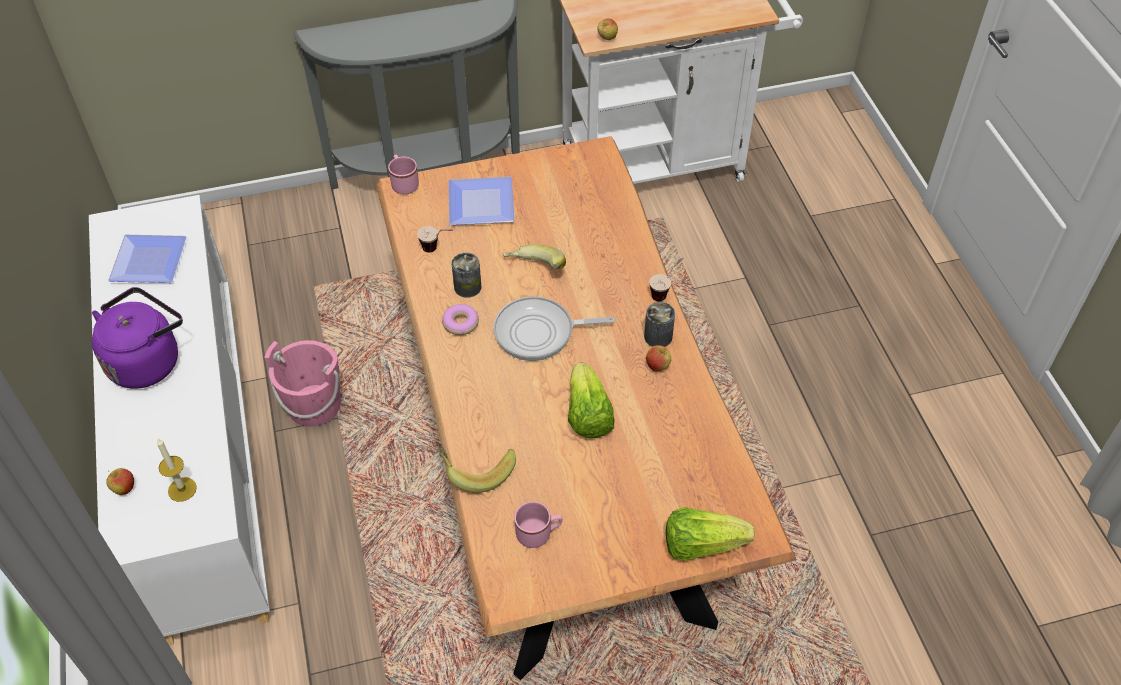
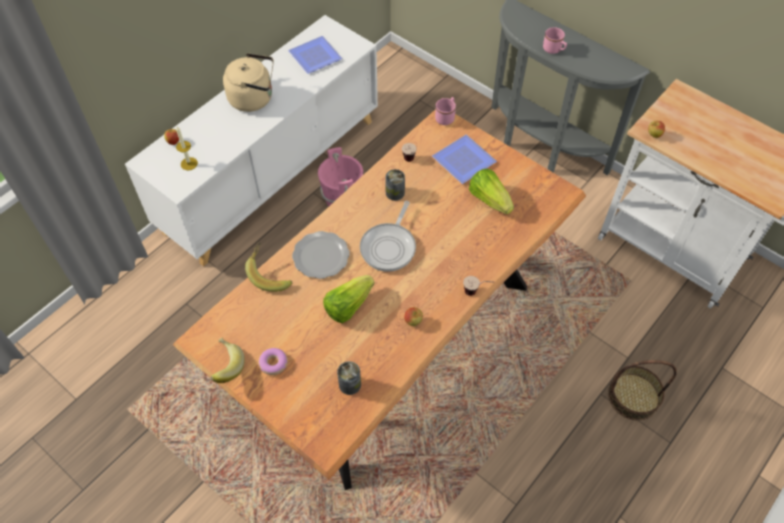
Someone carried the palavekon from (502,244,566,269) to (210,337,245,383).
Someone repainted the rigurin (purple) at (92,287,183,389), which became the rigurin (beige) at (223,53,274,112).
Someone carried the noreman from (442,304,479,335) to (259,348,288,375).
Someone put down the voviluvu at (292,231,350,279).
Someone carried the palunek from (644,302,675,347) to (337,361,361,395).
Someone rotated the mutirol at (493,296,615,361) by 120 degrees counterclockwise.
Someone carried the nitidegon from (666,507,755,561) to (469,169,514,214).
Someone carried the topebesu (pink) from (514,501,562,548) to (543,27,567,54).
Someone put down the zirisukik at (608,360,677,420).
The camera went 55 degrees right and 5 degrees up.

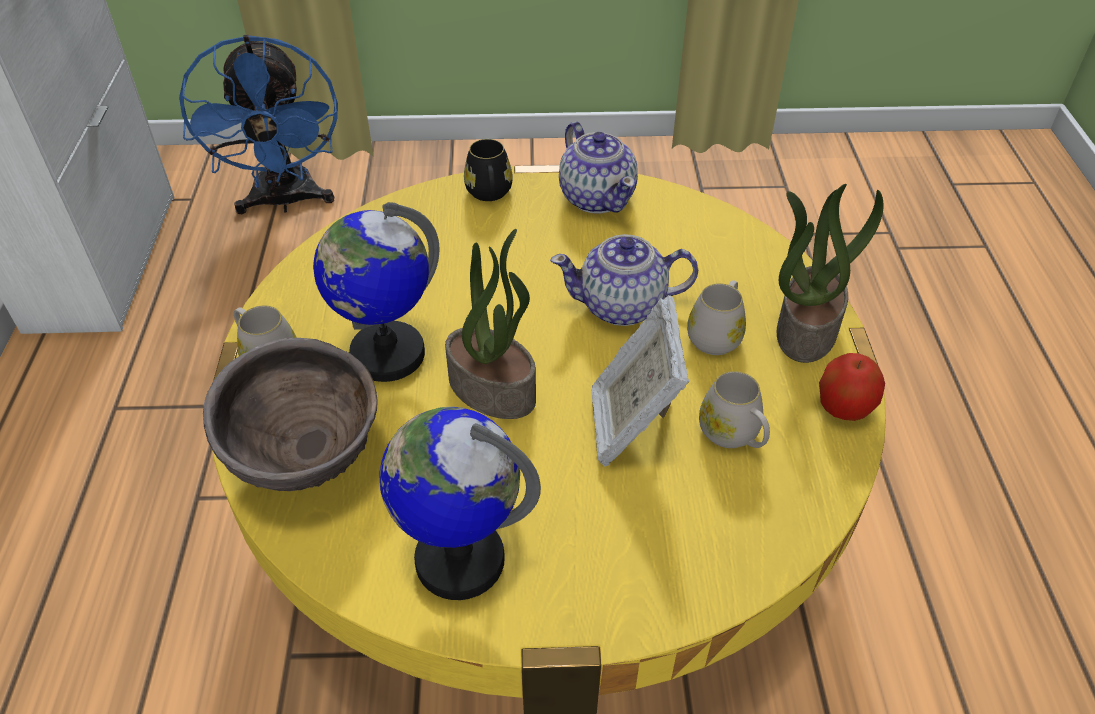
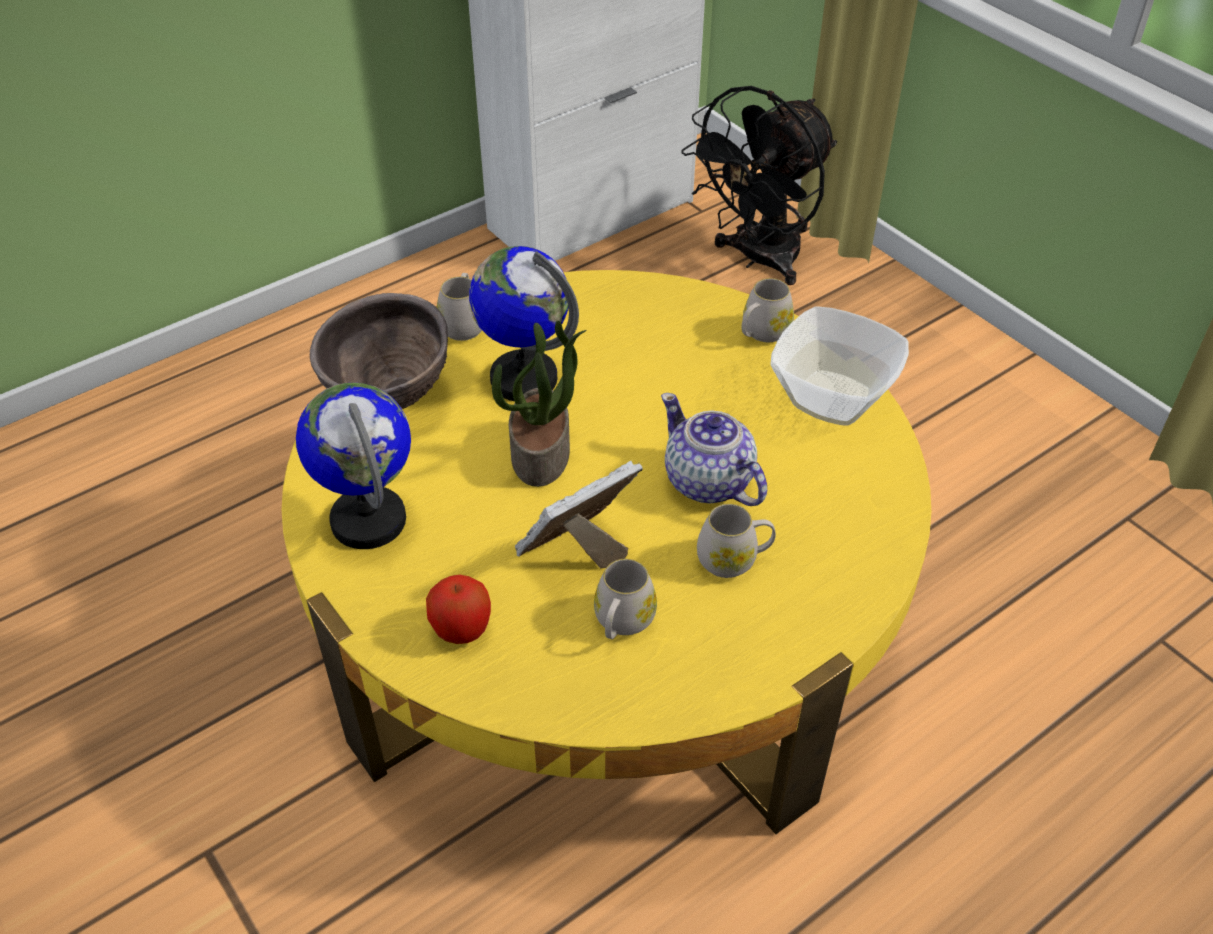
Someone carried the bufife from (819,353,885,421) to (426,574,491,644).
Someone repainted the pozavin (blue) at (179,34,338,214), which became the pozavin (black) at (681,86,837,285).
Someone repainted the topebesu (black) at (464,139,513,201), which became the topebesu (white) at (742,278,794,342).
Someone swapped the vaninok at (559,122,638,214) for the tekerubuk at (770,306,909,426).
Someone took away the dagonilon at (777,184,884,363).
The camera went 55 degrees right and 0 degrees up.

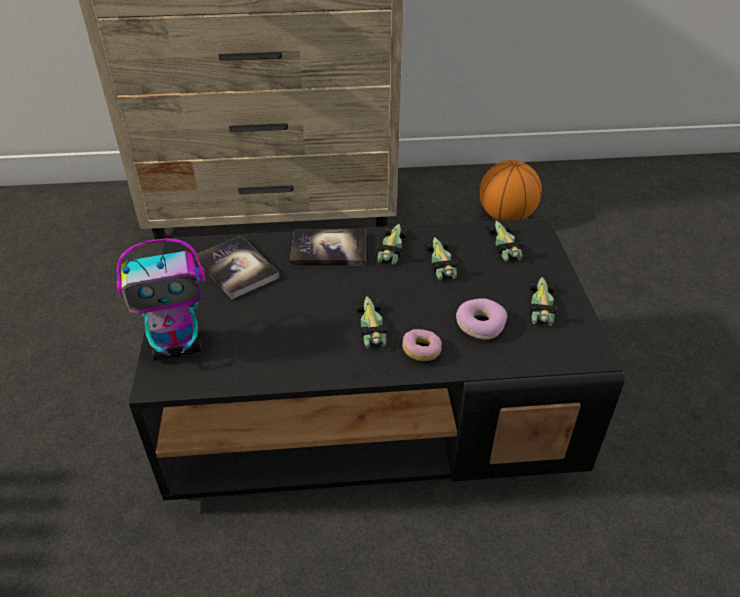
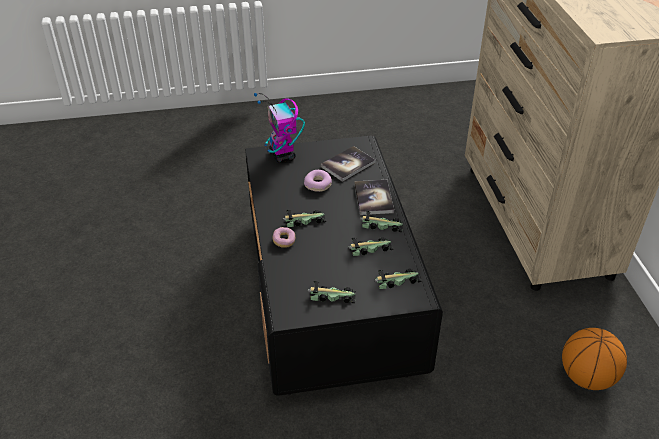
Someone carried the noreman from (456,298,507,340) to (304,170,332,192).
The camera went 85 degrees right and 0 degrees up.

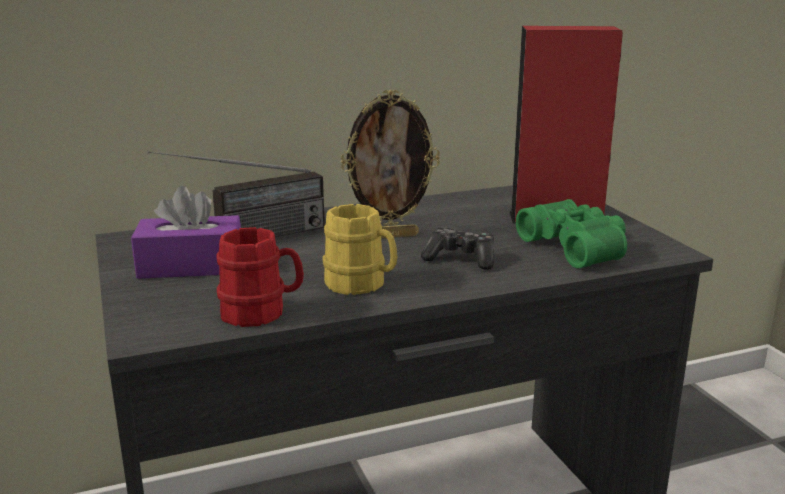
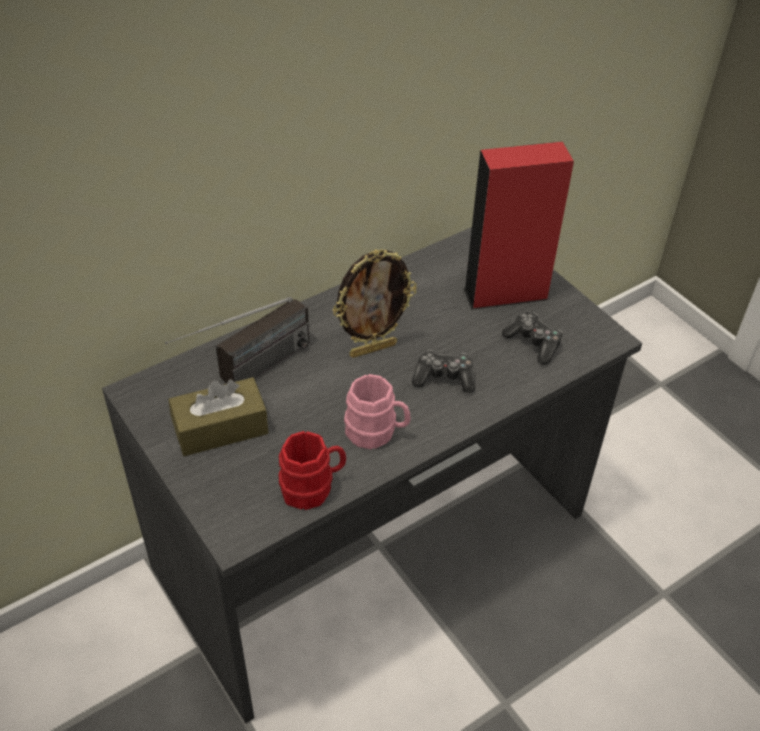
Someone repainted the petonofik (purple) at (131,186,241,279), which became the petonofik (brown) at (168,377,268,456).
Someone repainted the topebesu (yellow) at (322,204,397,295), which became the topebesu (pink) at (344,374,411,449).
Someone swapped the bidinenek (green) at (516,199,627,268) for the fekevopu at (502,312,563,365).
The camera went 15 degrees left and 25 degrees up.

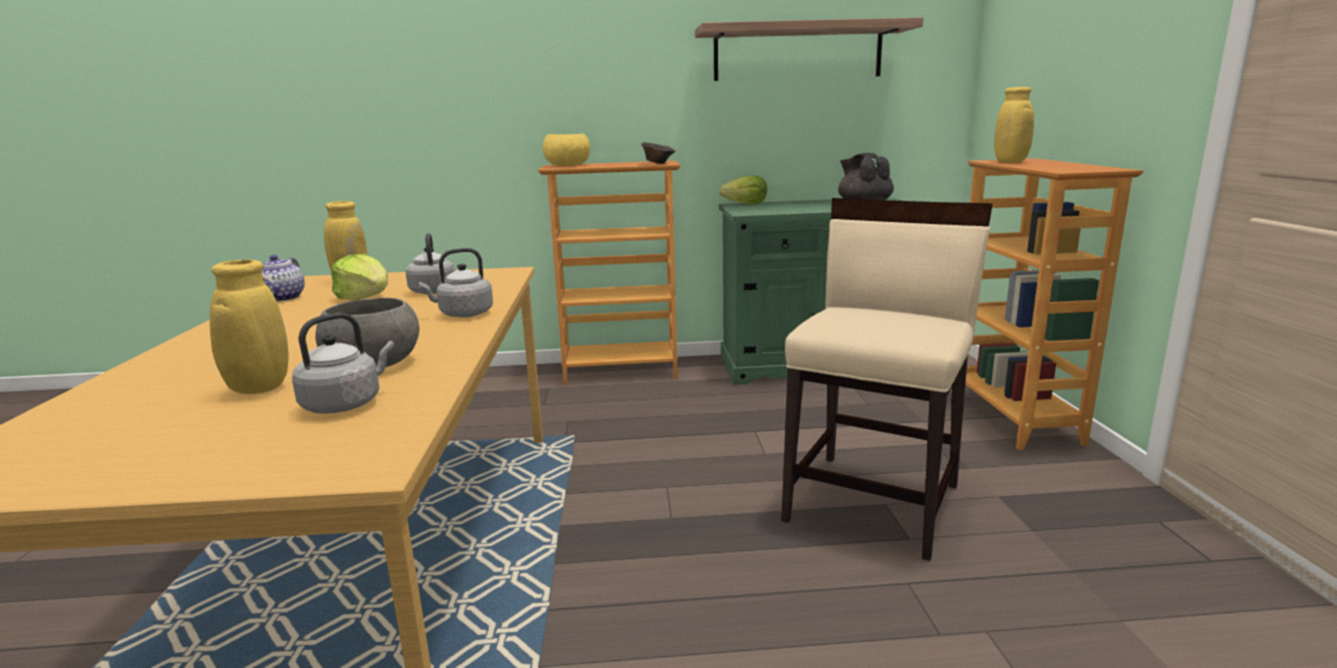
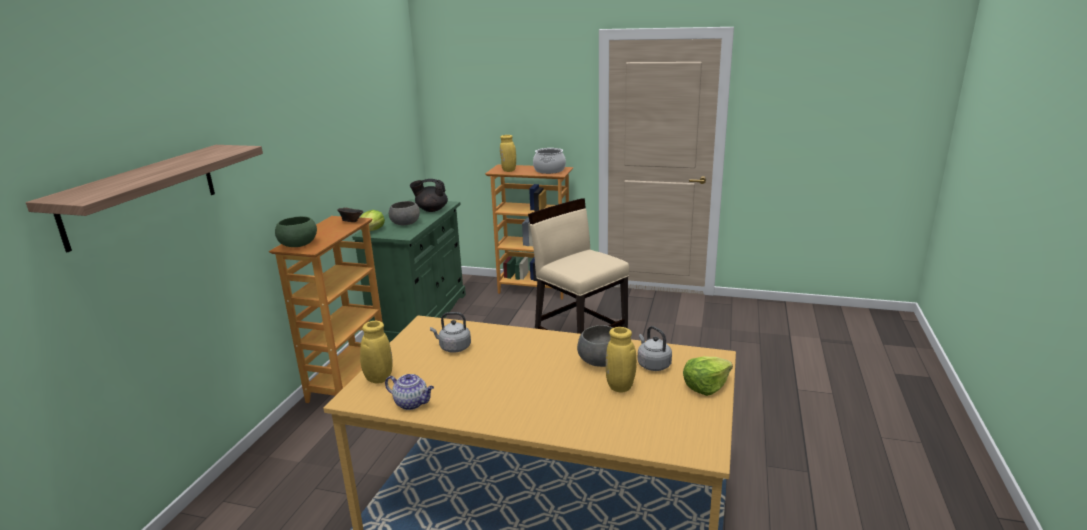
Someone carried the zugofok from (695,17,924,81) to (26,145,263,252).
Someone repainted the tekerubuk (yellow) at (543,134,590,166), which became the tekerubuk (green) at (275,216,317,247).
Someone put down the tekerubuk (grey) at (389,201,420,225).
Someone put down the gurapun at (533,148,566,174).
Someone carried the nitidegon from (331,254,388,301) to (683,356,733,396).
Someone took away the rigurin (grey) at (418,248,493,317).
The camera went 70 degrees left and 5 degrees up.

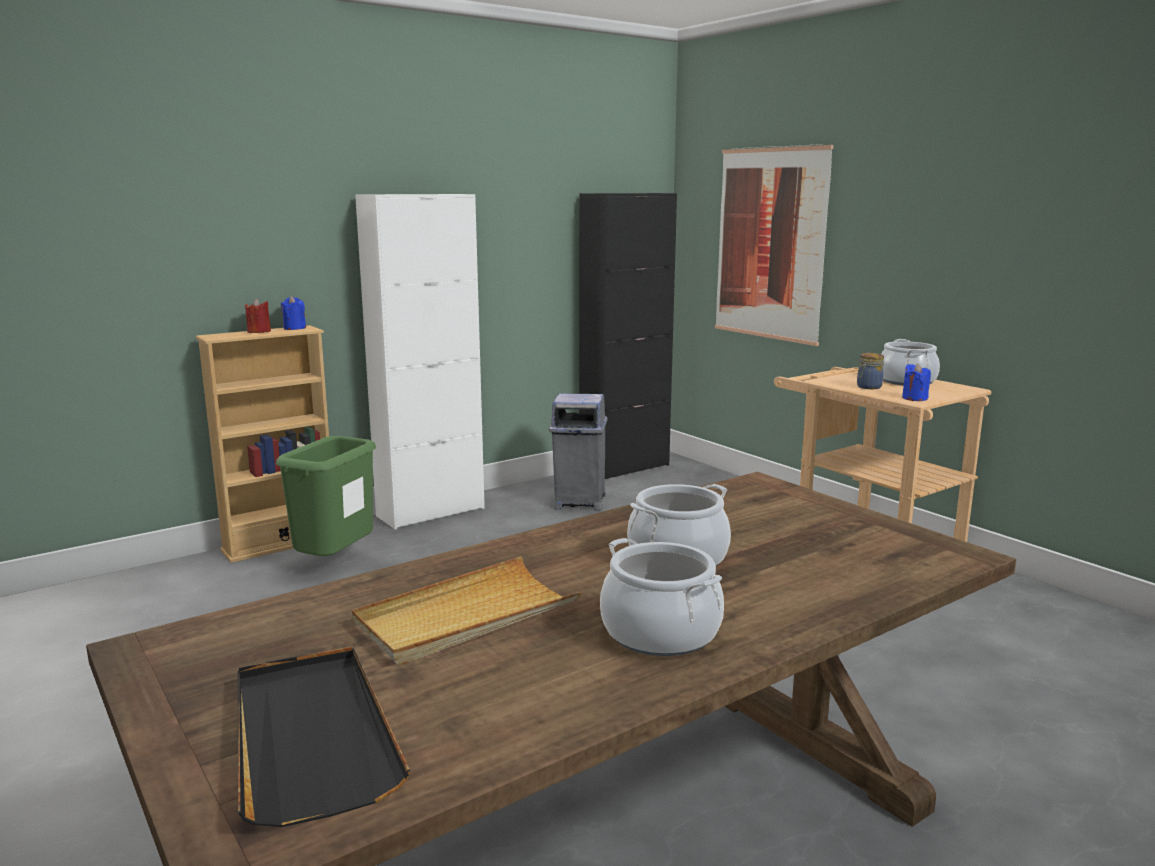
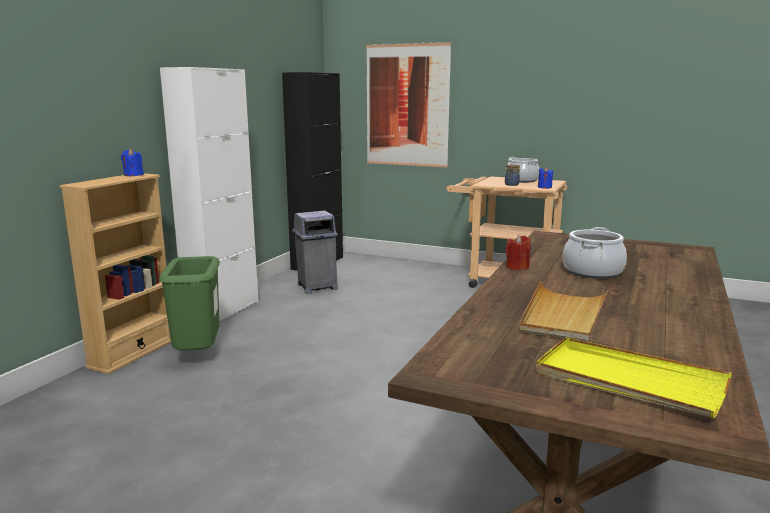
Someone carried the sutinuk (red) from (245,299,271,333) to (506,235,530,270).
Someone repainted the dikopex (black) at (238,646,410,827), which became the dikopex (yellow) at (536,337,732,418).
Someone took away the gurapun at (600,538,724,656).
The camera went 30 degrees left and 0 degrees up.

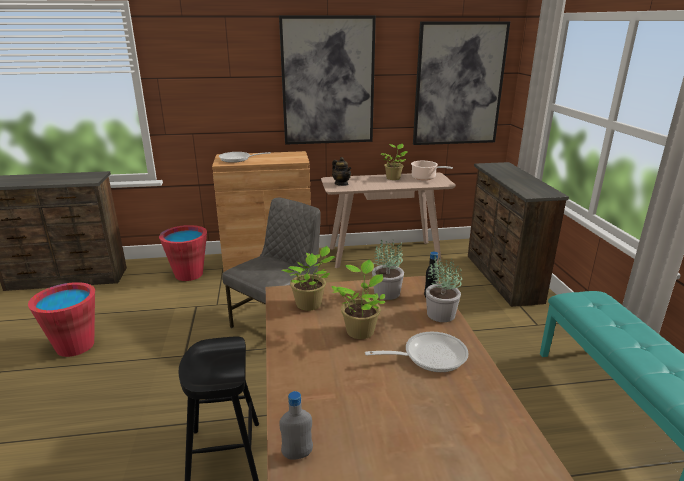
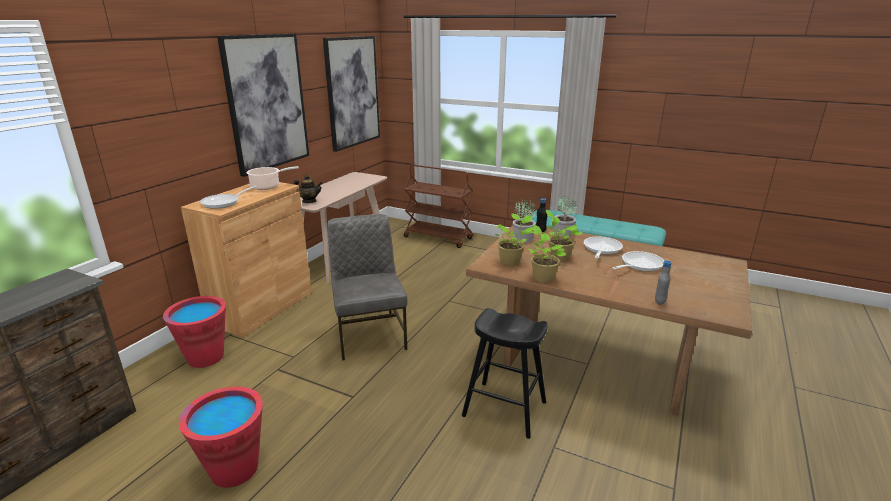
Someone carried the gurapun from (411,161,453,180) to (246,166,299,190).
Someone swapped the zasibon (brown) at (468,162,569,307) for the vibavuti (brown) at (404,165,473,248).
Someone carried the dagonilon from (380,144,408,180) to (528,225,567,283).
Someone put down the mutirol at (612,251,664,271).
The camera went 55 degrees left and 0 degrees up.

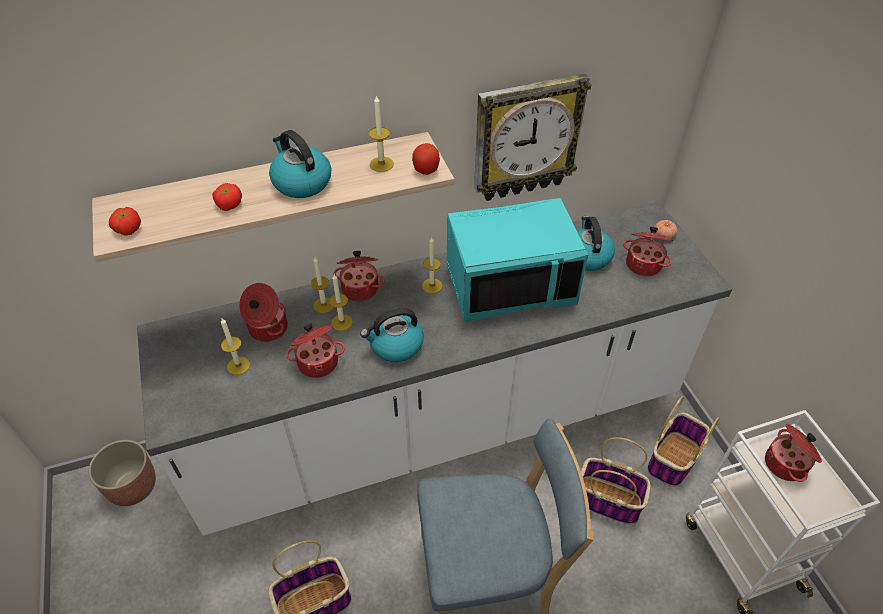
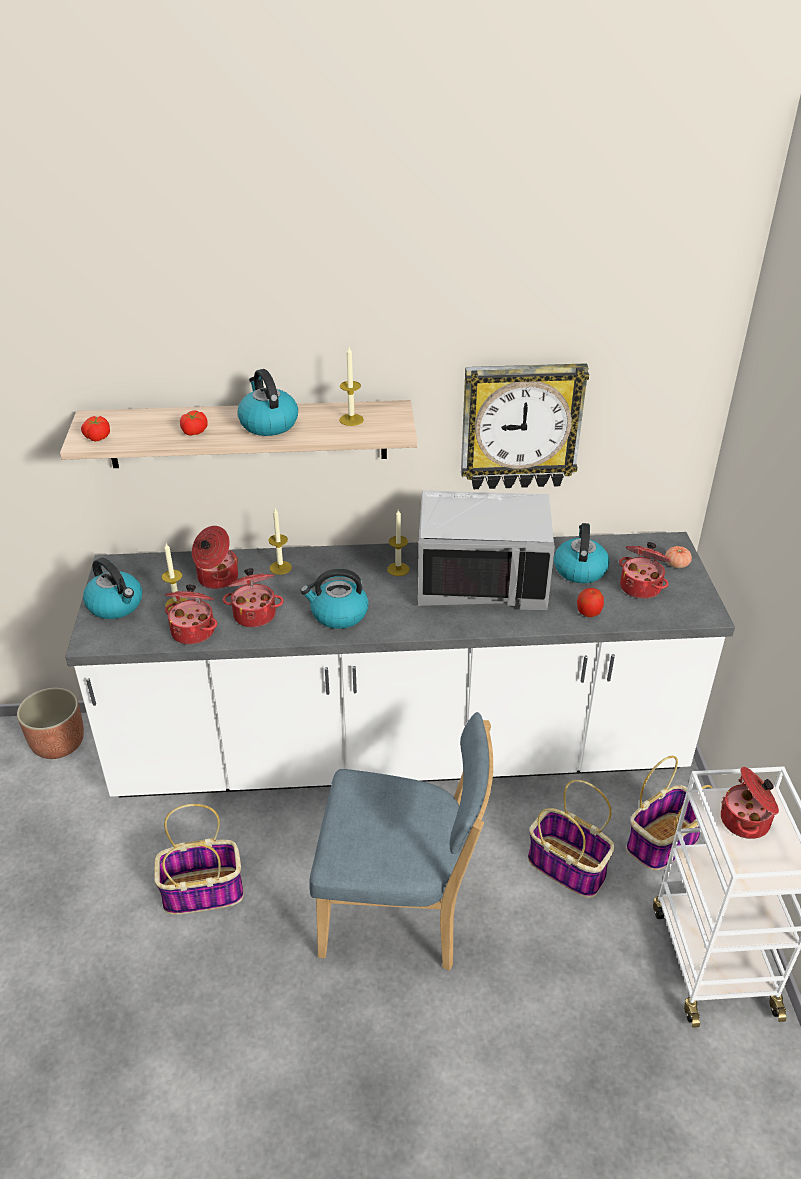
Someone put down the rigurin at (83,557,142,619).
Someone carried the gurapun from (333,251,385,301) to (165,584,217,645).
Someone repainted the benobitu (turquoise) at (447,198,588,322), which became the benobitu (grey) at (418,490,555,610).
Someone carried the bufife from (412,143,440,175) to (577,588,604,617).
Someone took away the sutinuk at (329,274,353,331).
The camera went 15 degrees right and 10 degrees down.

